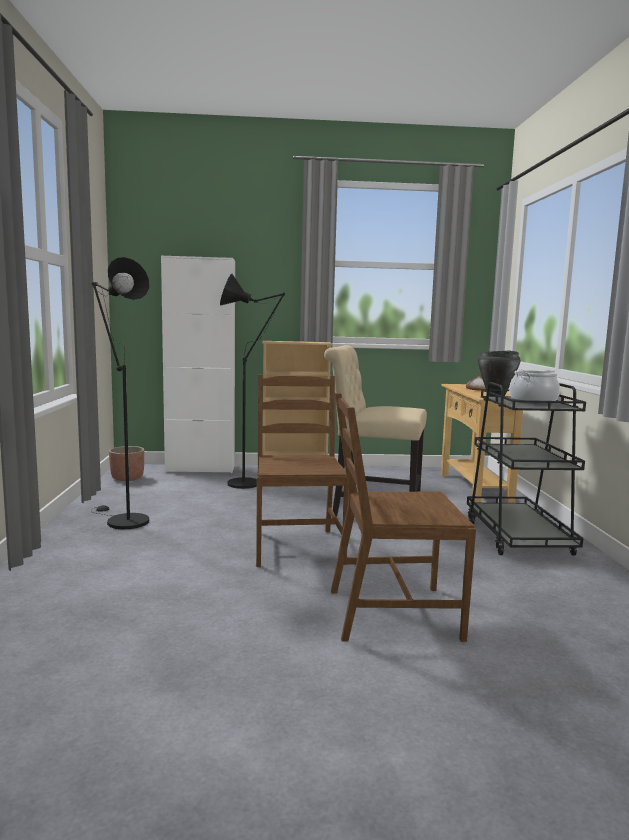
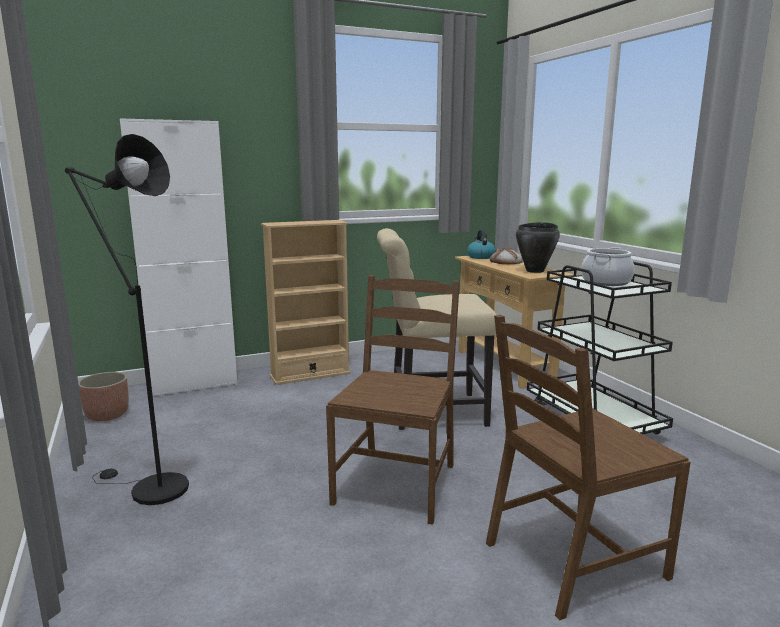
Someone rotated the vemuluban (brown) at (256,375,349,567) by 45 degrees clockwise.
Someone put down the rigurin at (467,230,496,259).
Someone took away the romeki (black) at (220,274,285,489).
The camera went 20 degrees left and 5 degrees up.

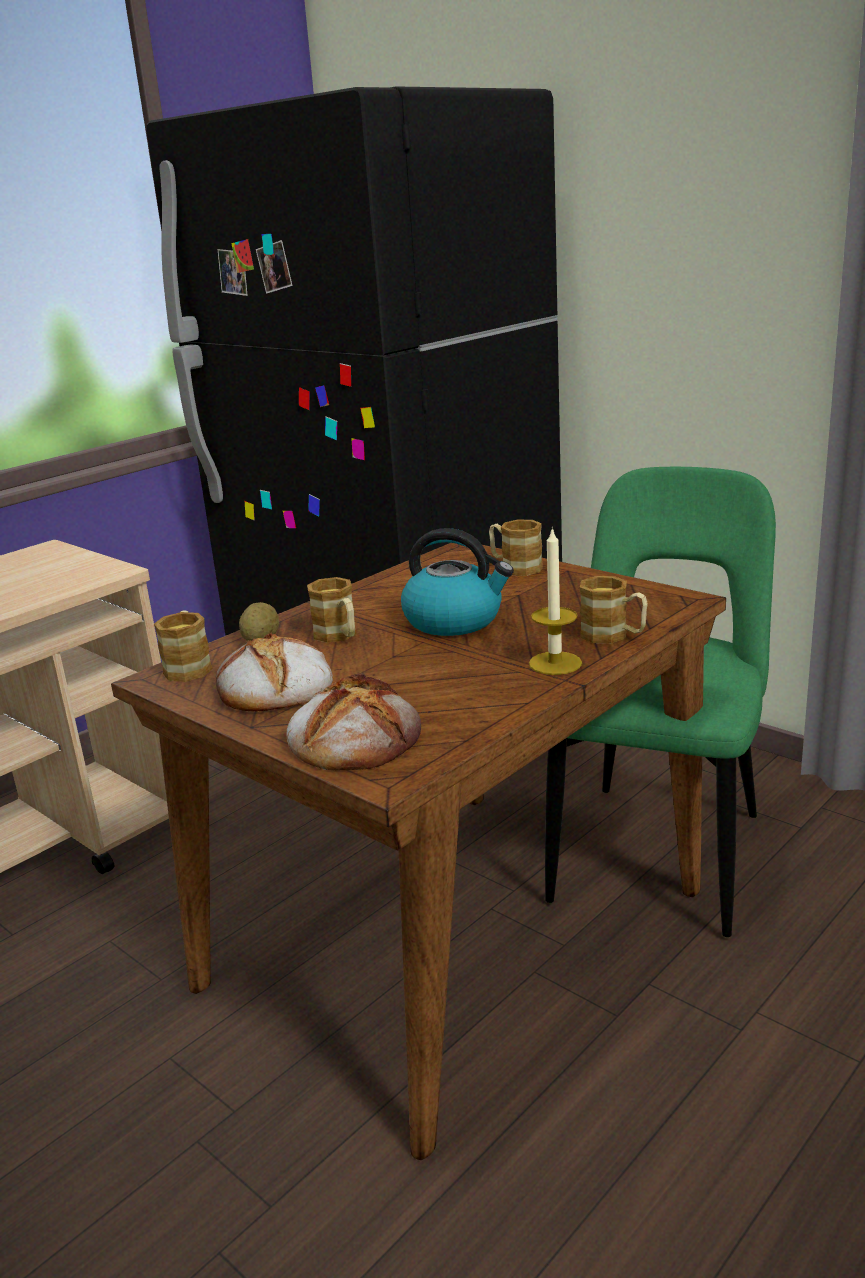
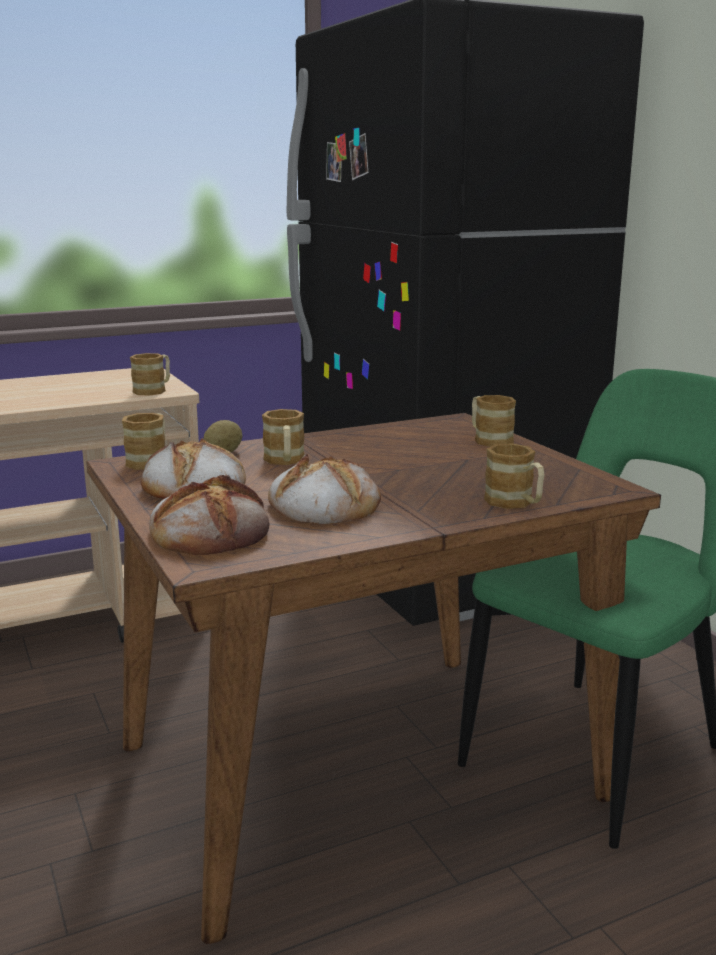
Someone put down the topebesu at (130,353,170,396).
Someone put down the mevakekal at (268,453,381,524).
Someone took away the rigurin at (401,528,514,636).
Someone took away the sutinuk at (529,527,582,675).
The camera went 20 degrees right and 5 degrees down.

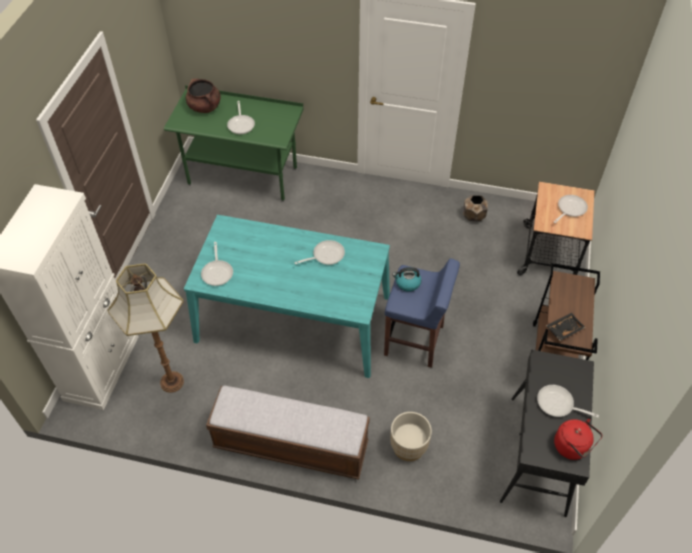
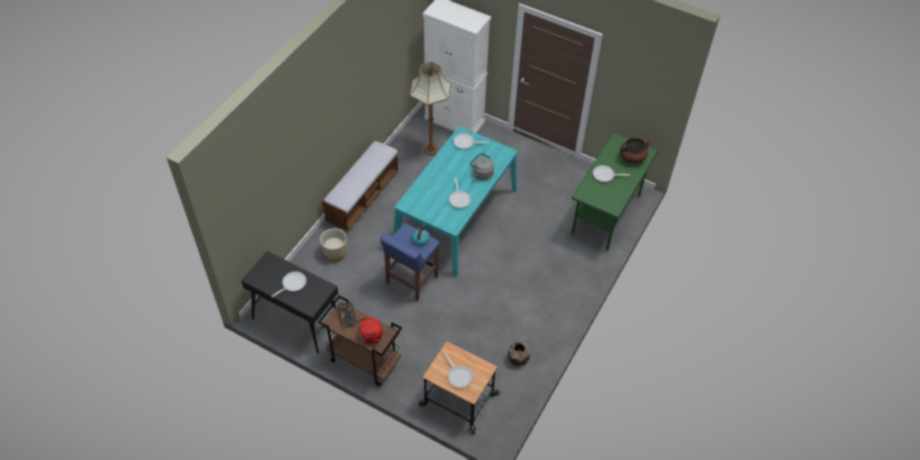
Someone carried the rigurin (red) from (554,419,602,460) to (354,317,383,344).
Someone put down the rigurin (grey) at (470,153,494,180).
The camera went 105 degrees right and 0 degrees up.

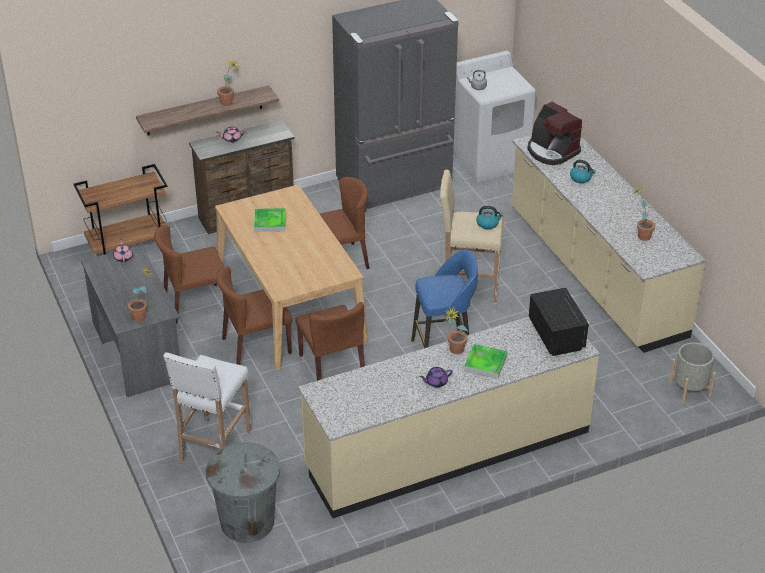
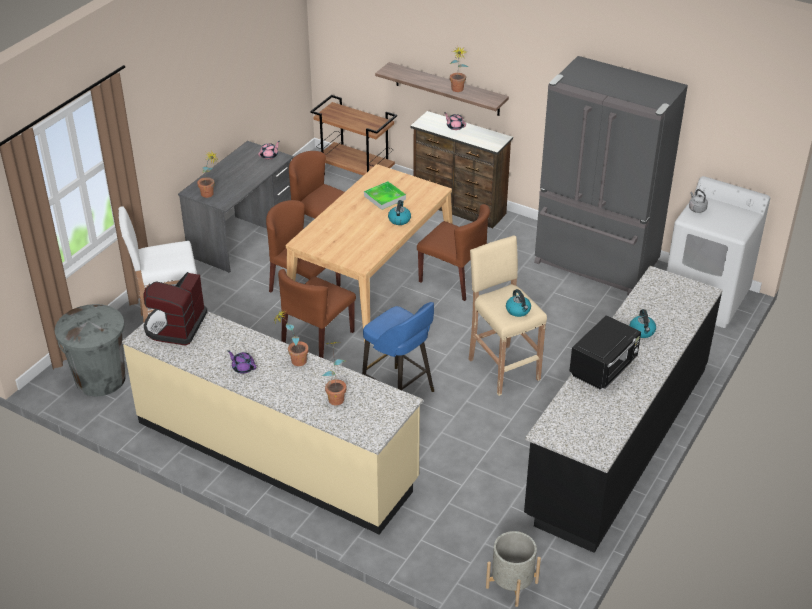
Someone carried the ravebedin from (527,102,582,165) to (144,272,208,345).
Someone carried the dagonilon from (631,187,655,241) to (322,342,347,405).
Someone put down the rigurin at (388,200,411,225).
Someone repainted the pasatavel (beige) at (512,135,706,353), which became the pasatavel (black) at (524,266,723,553).
Someone carried the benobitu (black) from (529,288,590,356) to (569,315,641,390).
Someone took away the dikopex at (464,344,508,379).
The camera went 55 degrees right and 0 degrees up.

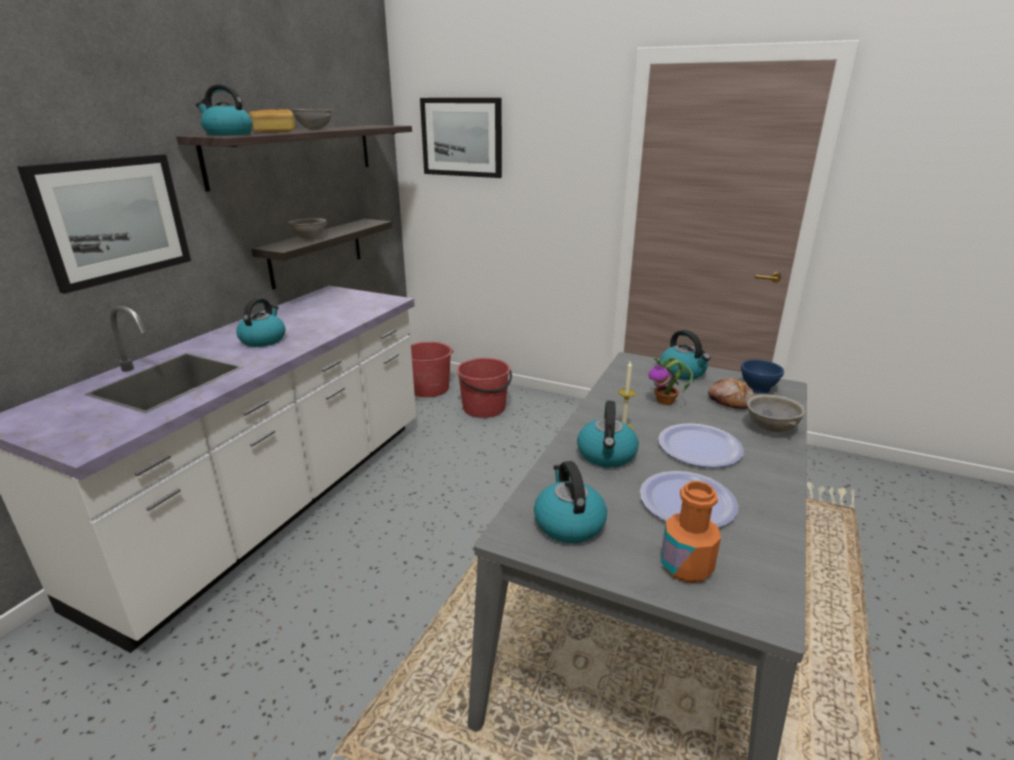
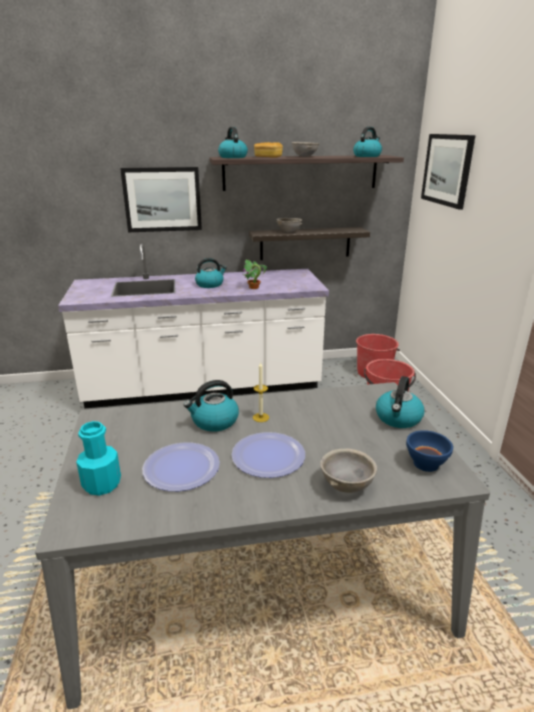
Someone repainted the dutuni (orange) at (661,481,721,583), which became the dutuni (turquoise) at (76,421,121,496).
Someone carried the dagonilon from (648,357,693,405) to (243,260,267,289).
Someone carried the rigurin from (534,461,607,543) to (353,127,382,157).
Someone took away the mevakekal at (708,378,755,409).
The camera went 55 degrees right and 0 degrees up.

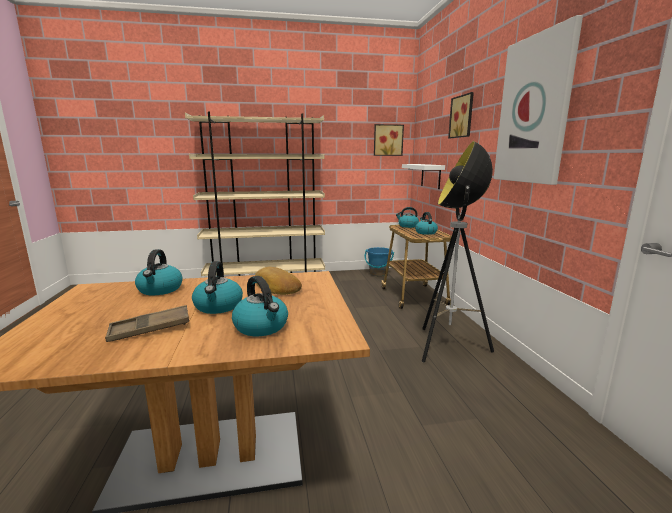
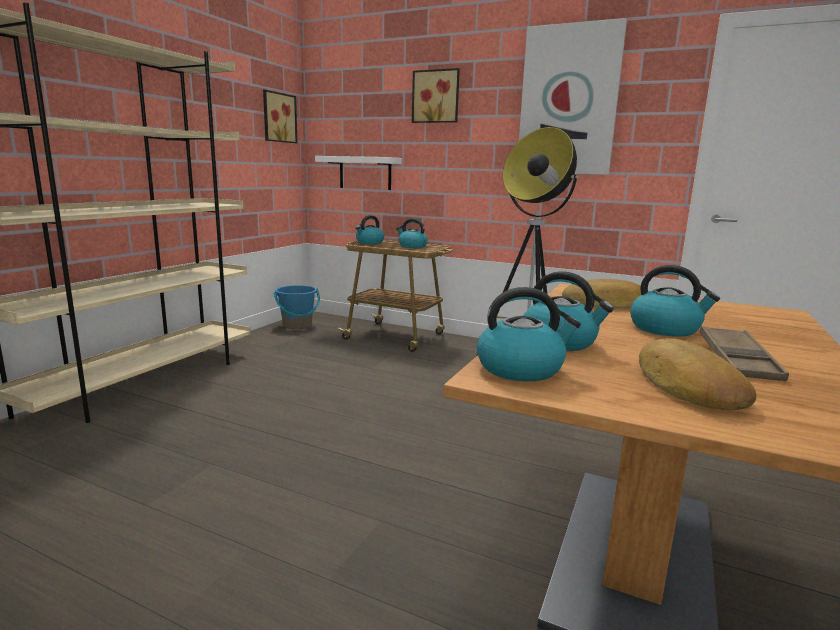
Someone carried the rigurin from (232,276,288,336) to (477,287,581,382).
Someone put down the mevakekal at (639,338,756,410).
The camera went 55 degrees left and 0 degrees up.

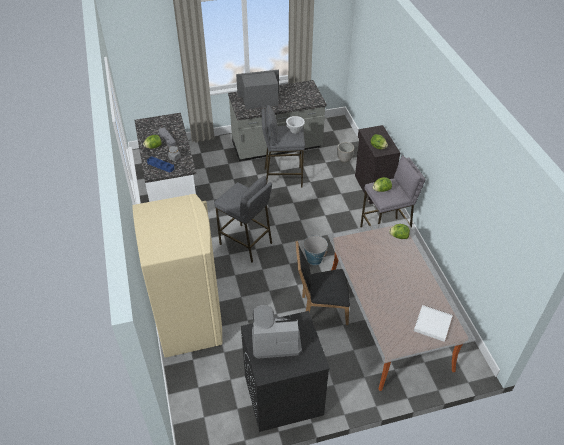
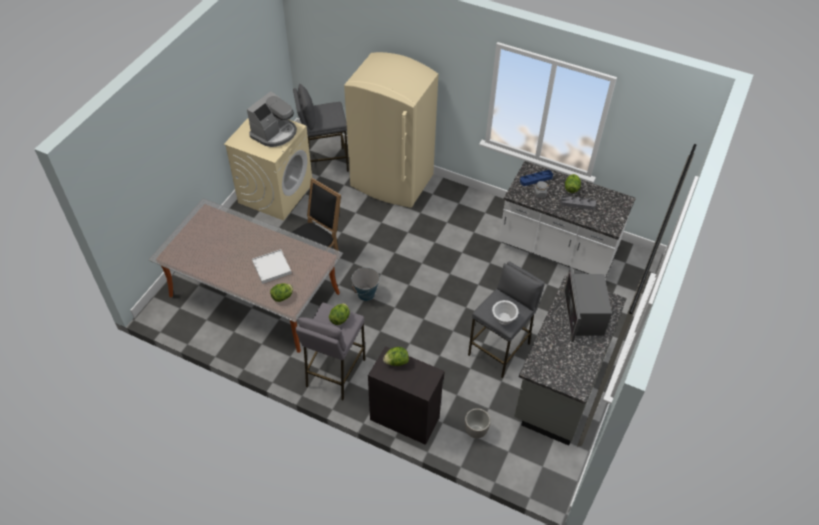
Someone repainted the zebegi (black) at (241,311,330,432), which became the zebegi (beige) at (224,118,312,221).
Someone carried the dikopex (white) from (414,305,453,342) to (252,249,292,284).
Someone carried the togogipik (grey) from (214,176,272,263) to (293,84,349,172).
Someone rotated the benobitu at (236,70,279,109) by 150 degrees clockwise.
The camera went 130 degrees right and 5 degrees up.

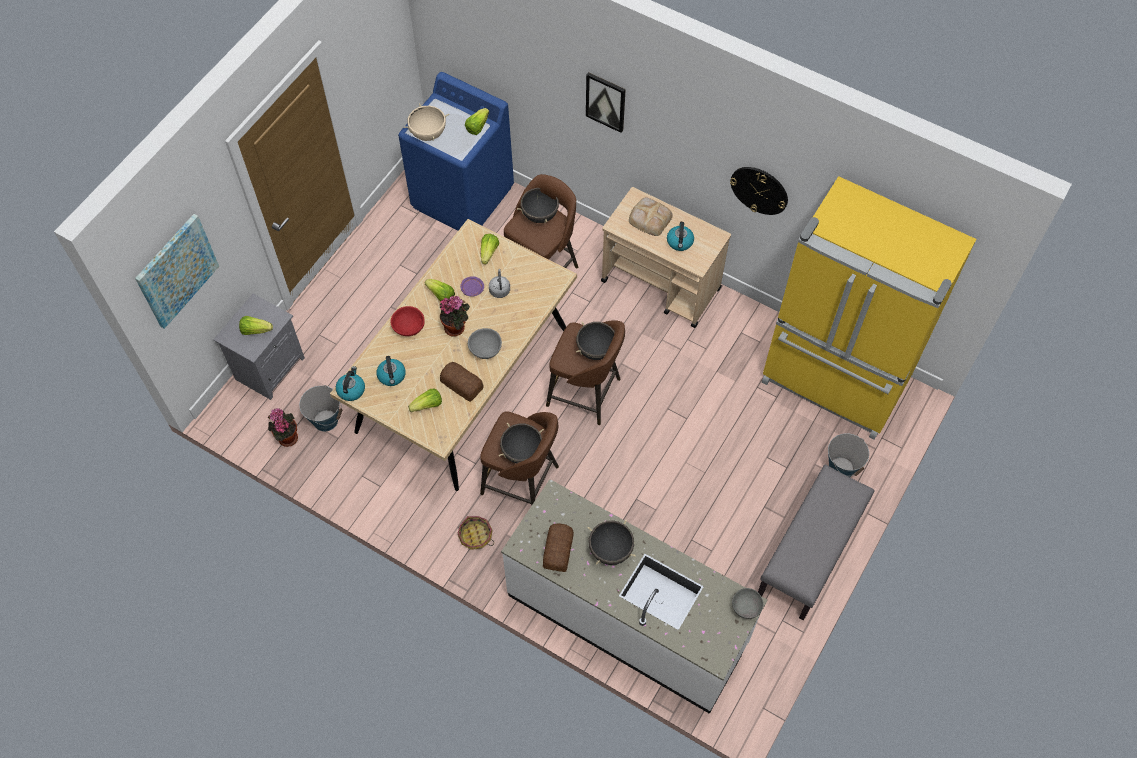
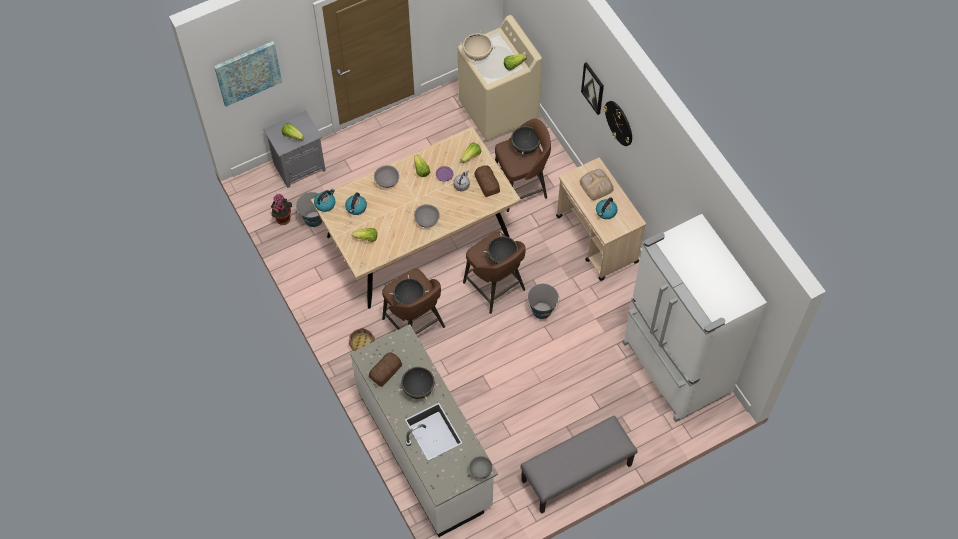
Someone repainted the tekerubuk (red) at (391,306,425,336), which became the tekerubuk (grey) at (374,165,399,188).
Someone repainted the zebegi (blue) at (398,72,514,231), which became the zebegi (beige) at (458,15,542,142).
Someone carried the mevakekal from (440,362,484,402) to (474,165,500,197).
Someone carried the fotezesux from (828,433,869,477) to (528,283,559,319).
Someone carried the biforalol from (730,167,788,215) to (604,101,632,146).
Someone repainted the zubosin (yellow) at (762,176,976,440), which became the zubosin (white) at (622,214,767,422).
Someone took away the dagonilon at (439,296,470,337).
The camera went 30 degrees right and 0 degrees up.

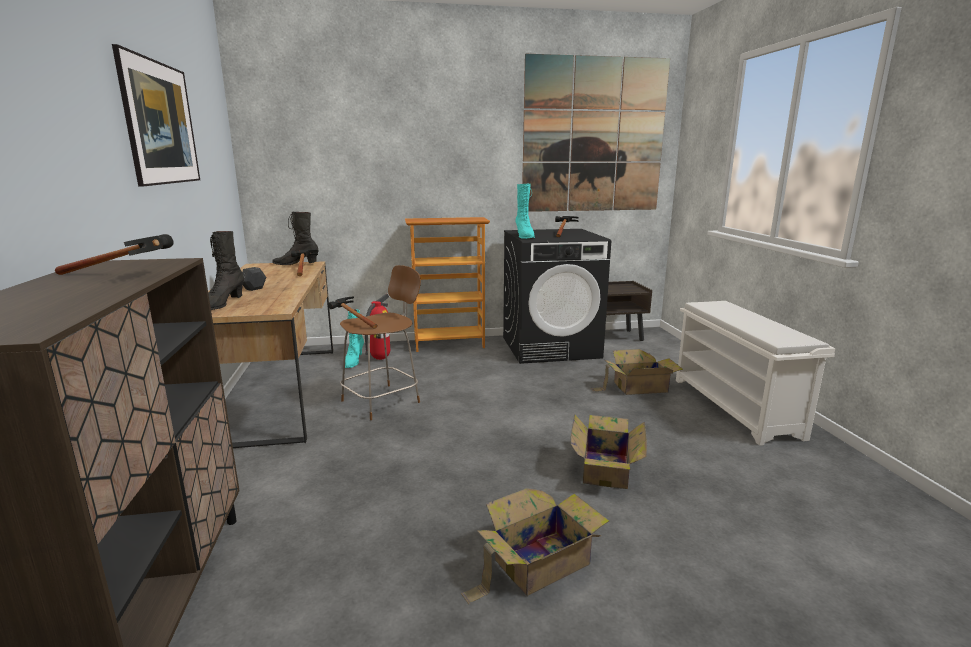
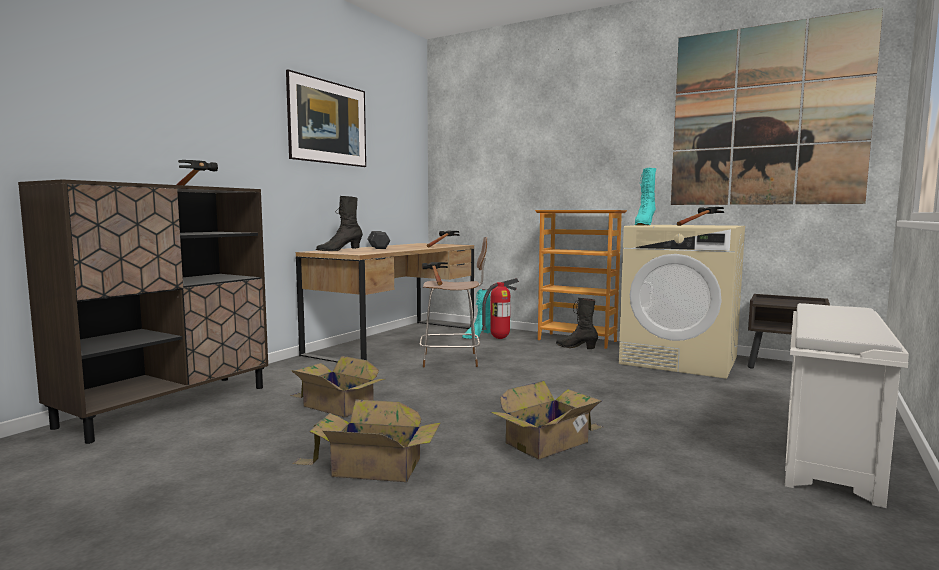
Someone carried the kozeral from (591,349,683,395) to (290,356,385,417).
Someone carried the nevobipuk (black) from (272,212,318,265) to (556,298,598,349).
Someone repainted the zebegi (black) at (503,229,611,364), which became the zebegi (beige) at (619,225,745,379).
The camera went 40 degrees right and 10 degrees down.

